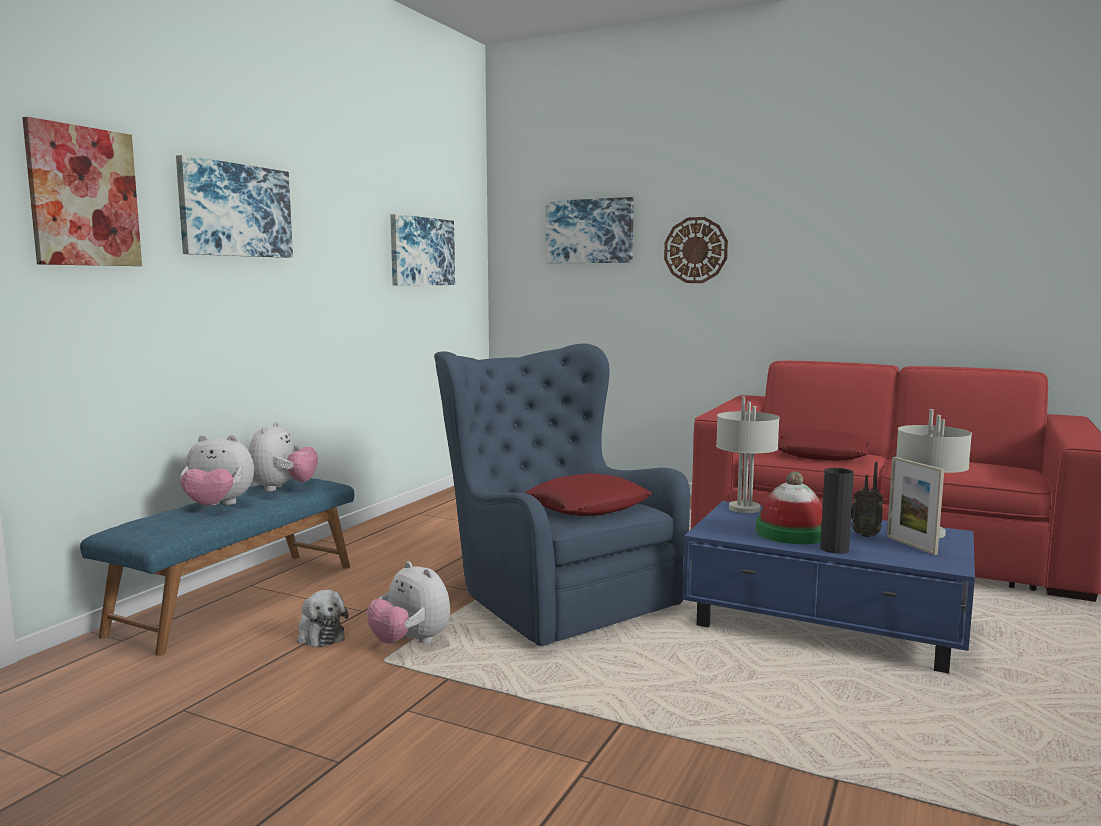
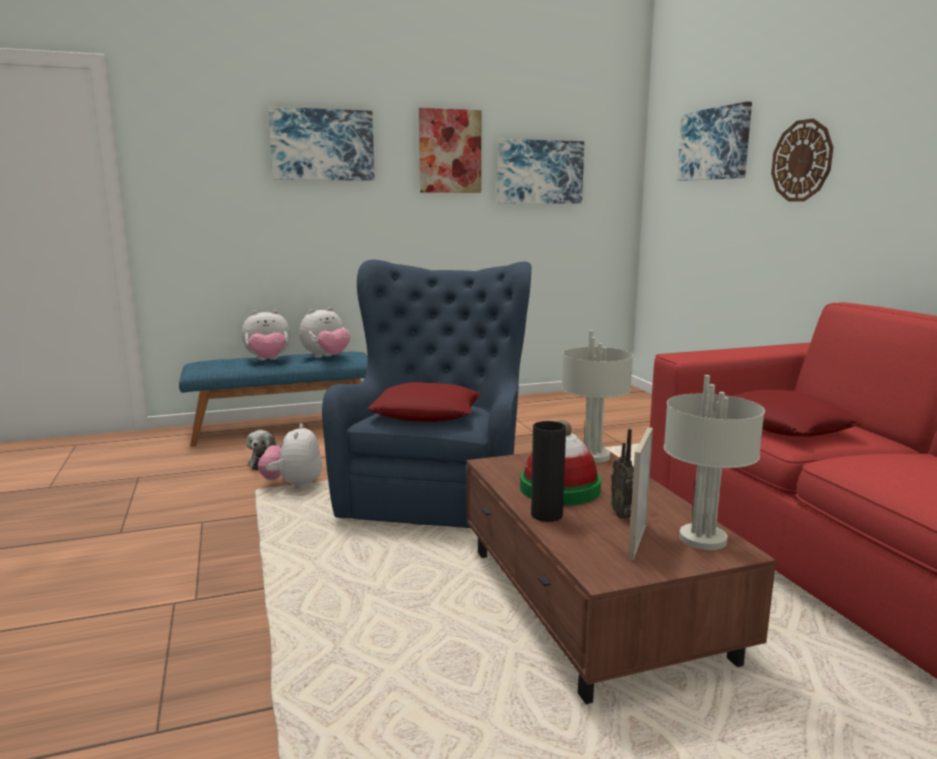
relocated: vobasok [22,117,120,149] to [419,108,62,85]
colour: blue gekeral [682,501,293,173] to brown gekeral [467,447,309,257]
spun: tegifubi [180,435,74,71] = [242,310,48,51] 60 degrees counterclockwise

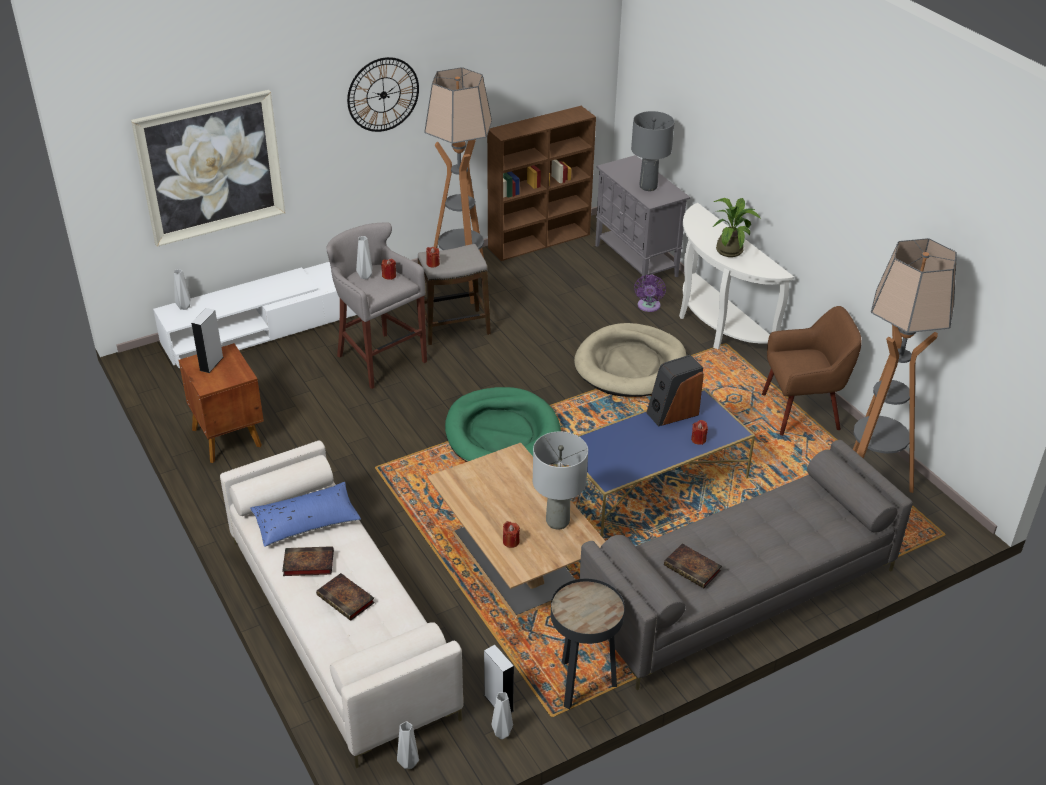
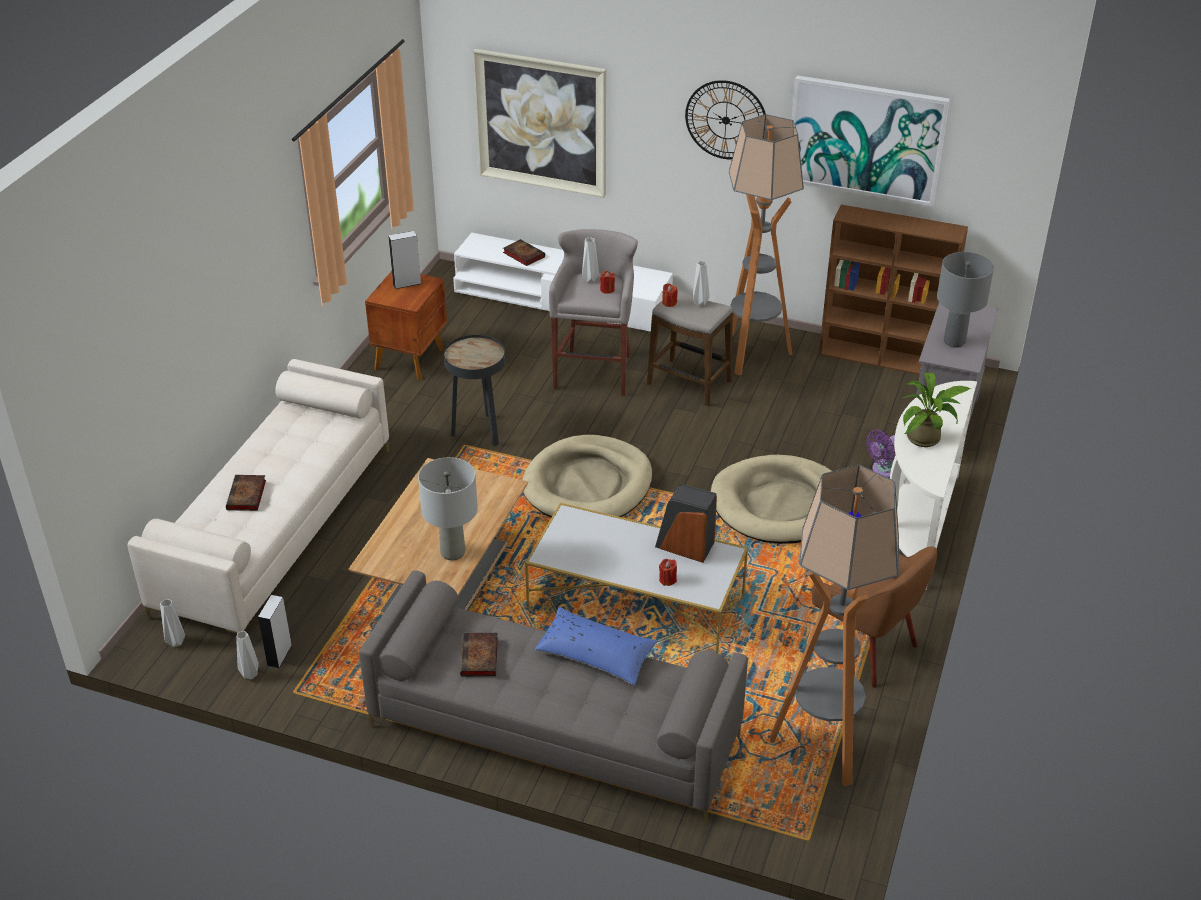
missing: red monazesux [503,521,17,27]
appeared: vobasok [792,75,158,131]
relocated: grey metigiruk [174,269,17,41] to [693,261,17,45]; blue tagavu [250,482,111,65] to [535,607,123,78]; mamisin [282,546,52,30] to [503,239,42,27]; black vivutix [551,579,74,130] to [444,335,61,111]
colour: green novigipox [445,387,116,75] to beige novigipox [523,435,129,83]; blue gekeral [557,389,198,148] to white gekeral [525,503,223,150]

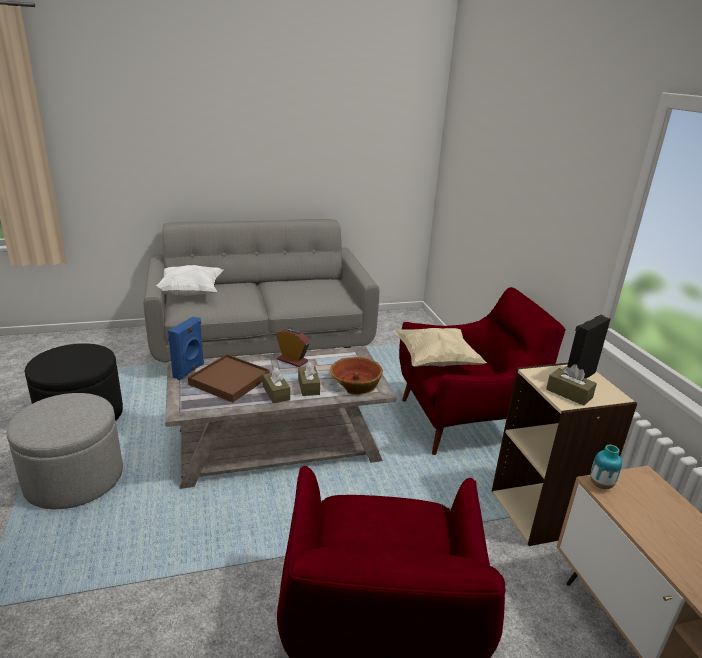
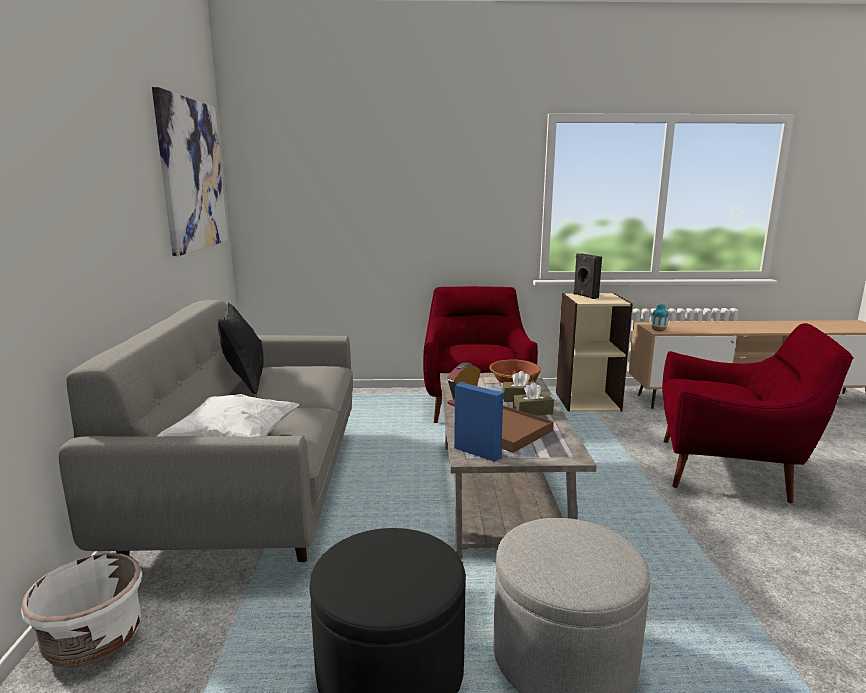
missing: beige tagavu [394,328,93,39]; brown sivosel [546,364,51,42]
appeared: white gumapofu [21,553,121,115]; vobasok [152,87,76,169]; black tagavu [218,303,46,91]

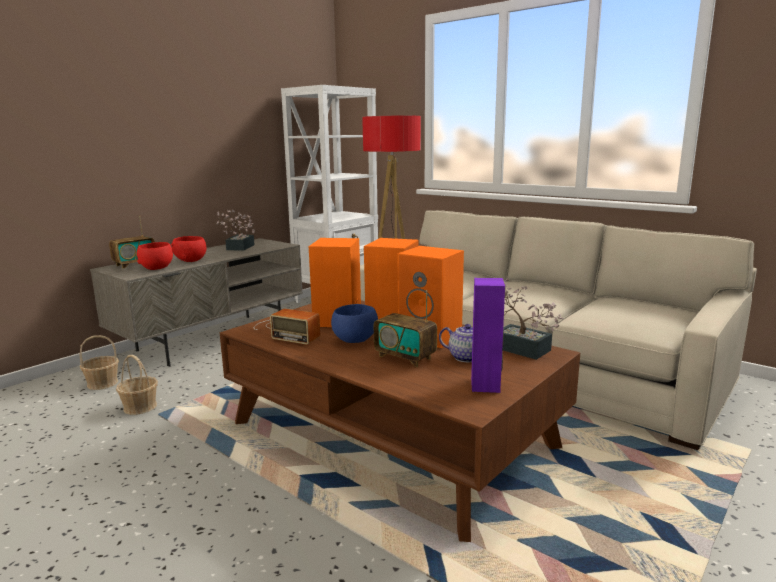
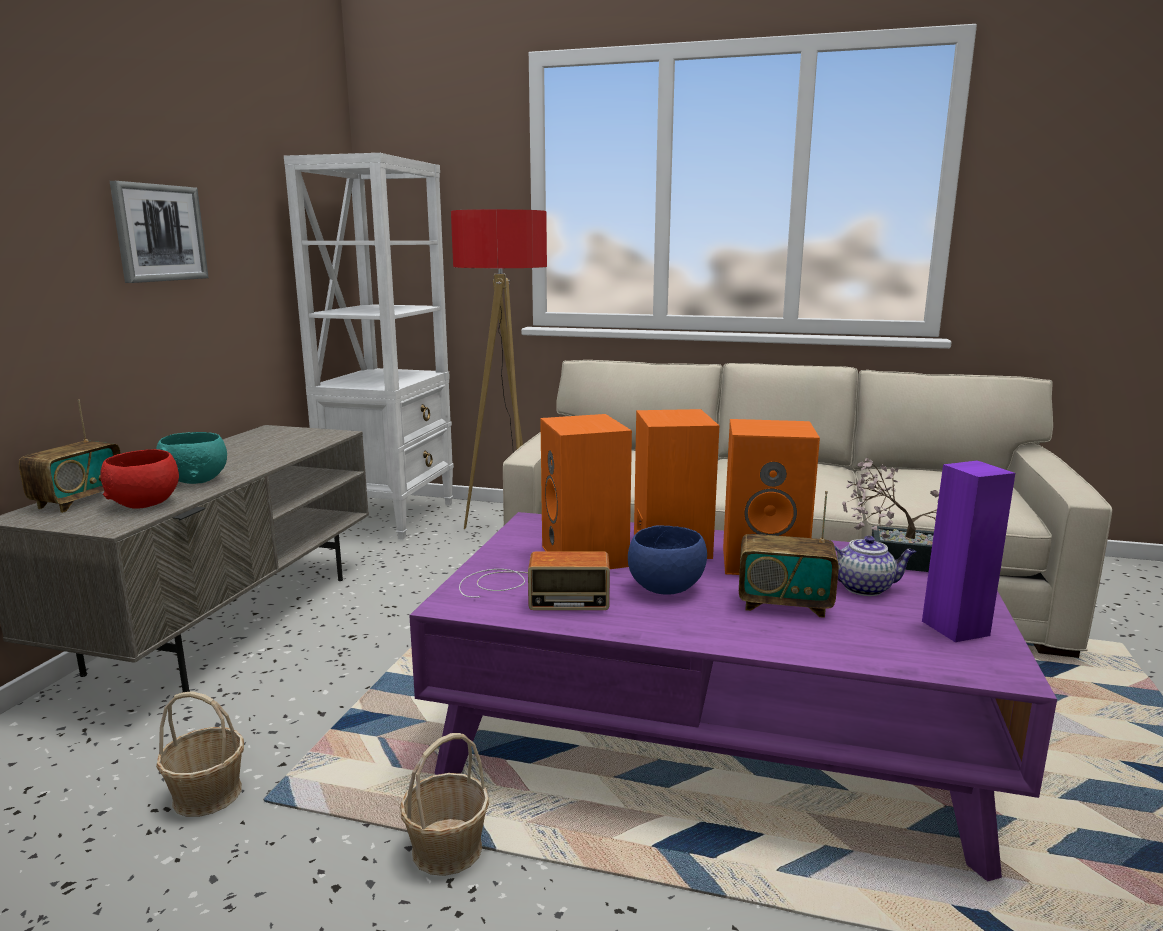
missing: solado [217,210,38,41]
appeared: vobasok [110,181,99,102]
relocated: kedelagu [79,335,40,55] to [400,733,89,143]
colour: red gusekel [171,236,35,26] to turquoise gusekel [156,432,71,52]; brown gekeral [220,300,360,242] to purple gekeral [409,512,648,369]

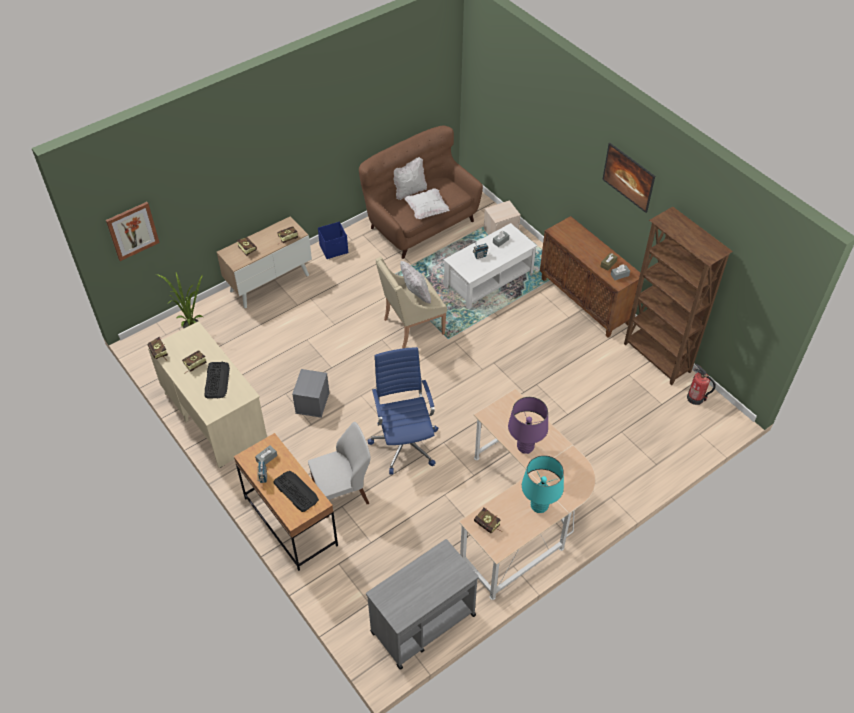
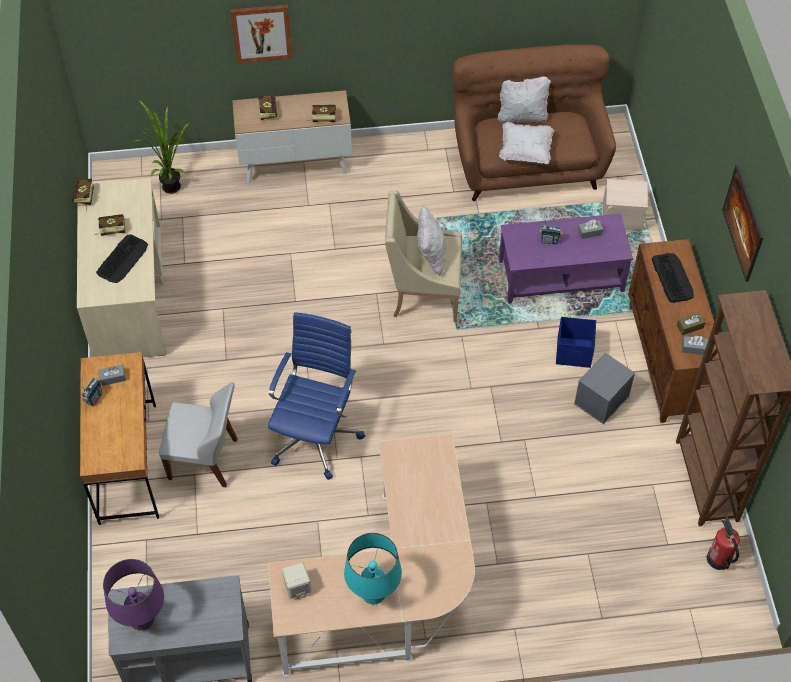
relocated: vobasok [106,202,54,59] to [231,5,61,58]; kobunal [273,471,46,41] to [652,253,42,50]; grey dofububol [292,369,38,49] to [574,353,61,71]; blue dofububol [318,222,30,37] to [556,317,40,51]; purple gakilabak [508,397,40,57] to [103,559,61,72]
exchanged: mamisin [474,508,29,25] to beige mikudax [282,562,30,37]
colour: white gekeral [444,223,93,86] to purple gekeral [499,214,134,89]

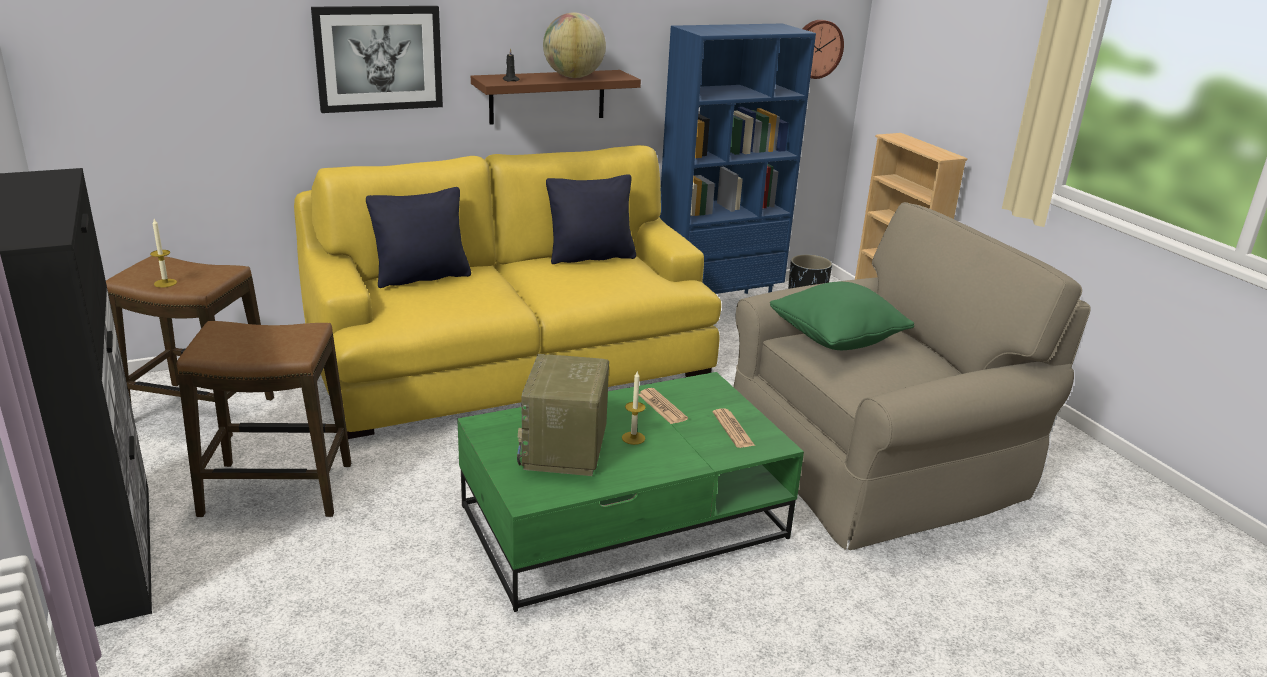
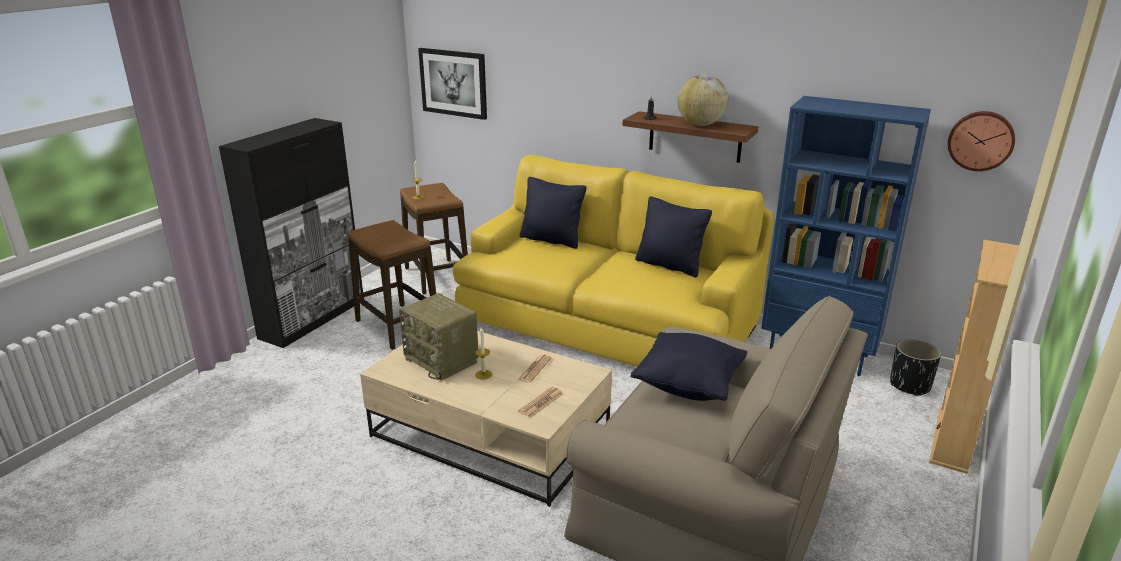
relocated: vobasok [311,6,132,107] to [418,48,69,72]
colour: green gekeral [457,372,347,240] to beige gekeral [360,331,252,176]; green tagavu [770,282,144,68] to black tagavu [630,332,117,69]
spun: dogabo [517,354,92,122] = [399,293,80,88] 105 degrees counterclockwise

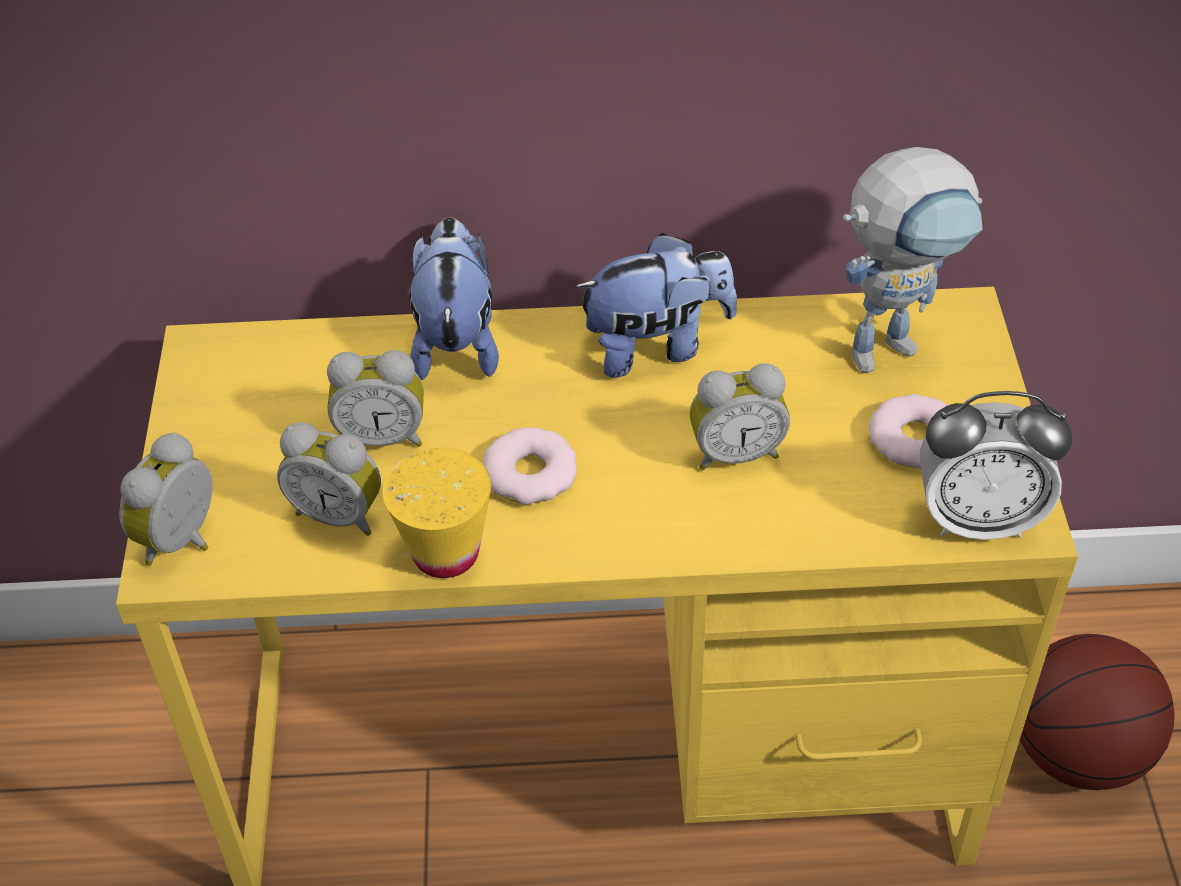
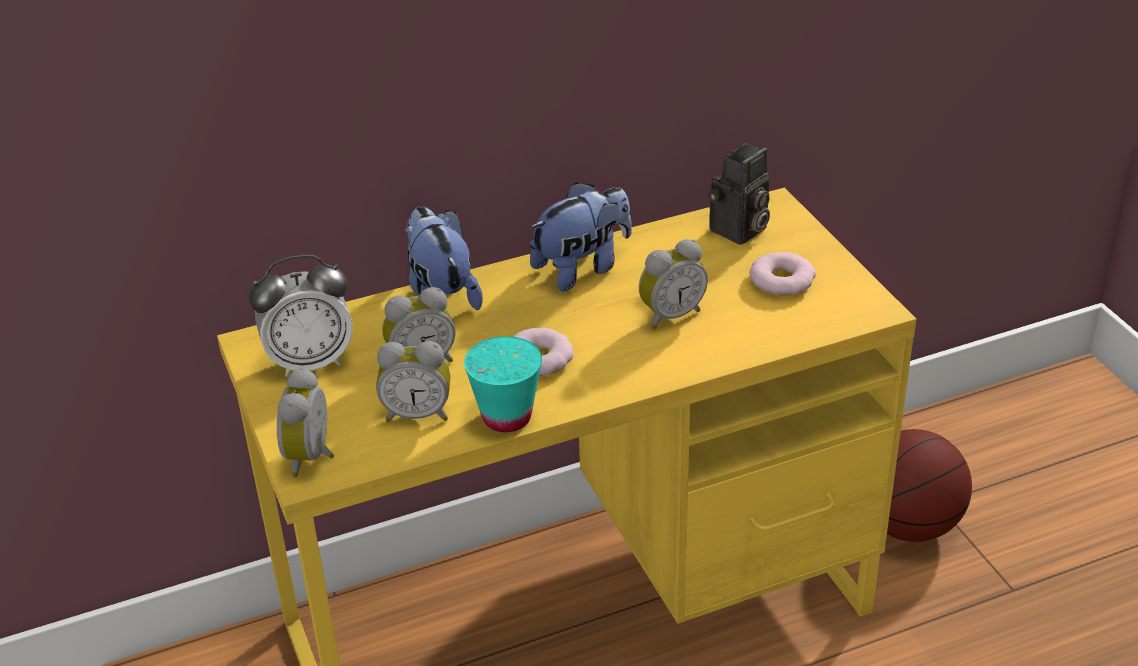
relocated: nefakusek [920,391,152,149] to [249,255,104,122]
exchanged: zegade [843,147,140,226] to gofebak [708,143,62,102]
colour: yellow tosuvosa [383,448,108,130] to turquoise tosuvosa [464,336,78,96]

